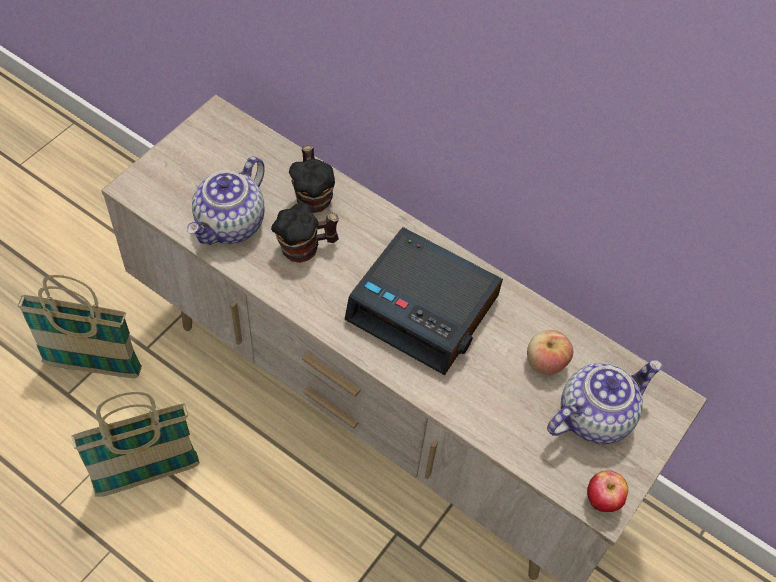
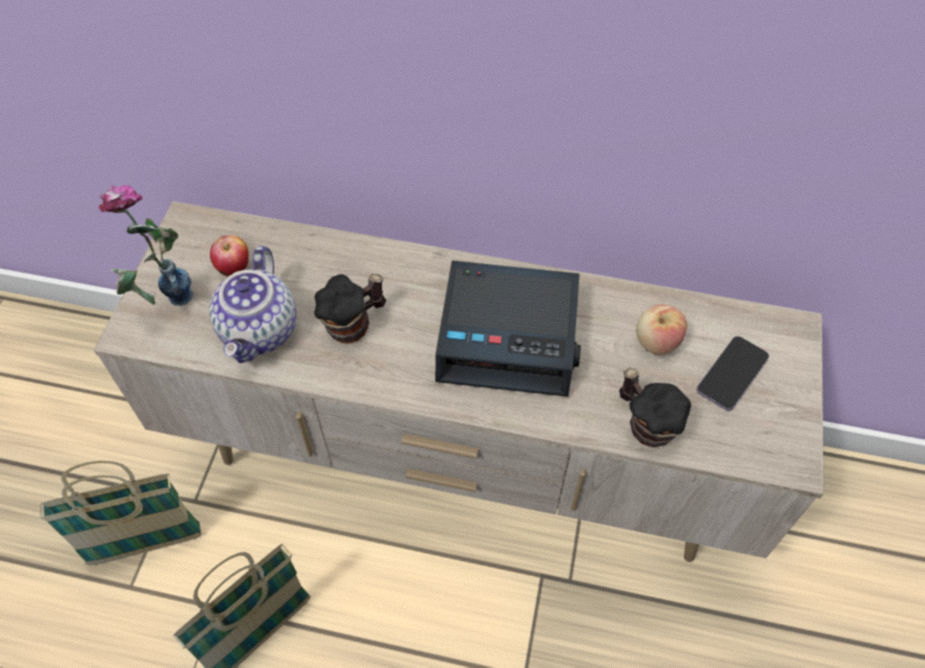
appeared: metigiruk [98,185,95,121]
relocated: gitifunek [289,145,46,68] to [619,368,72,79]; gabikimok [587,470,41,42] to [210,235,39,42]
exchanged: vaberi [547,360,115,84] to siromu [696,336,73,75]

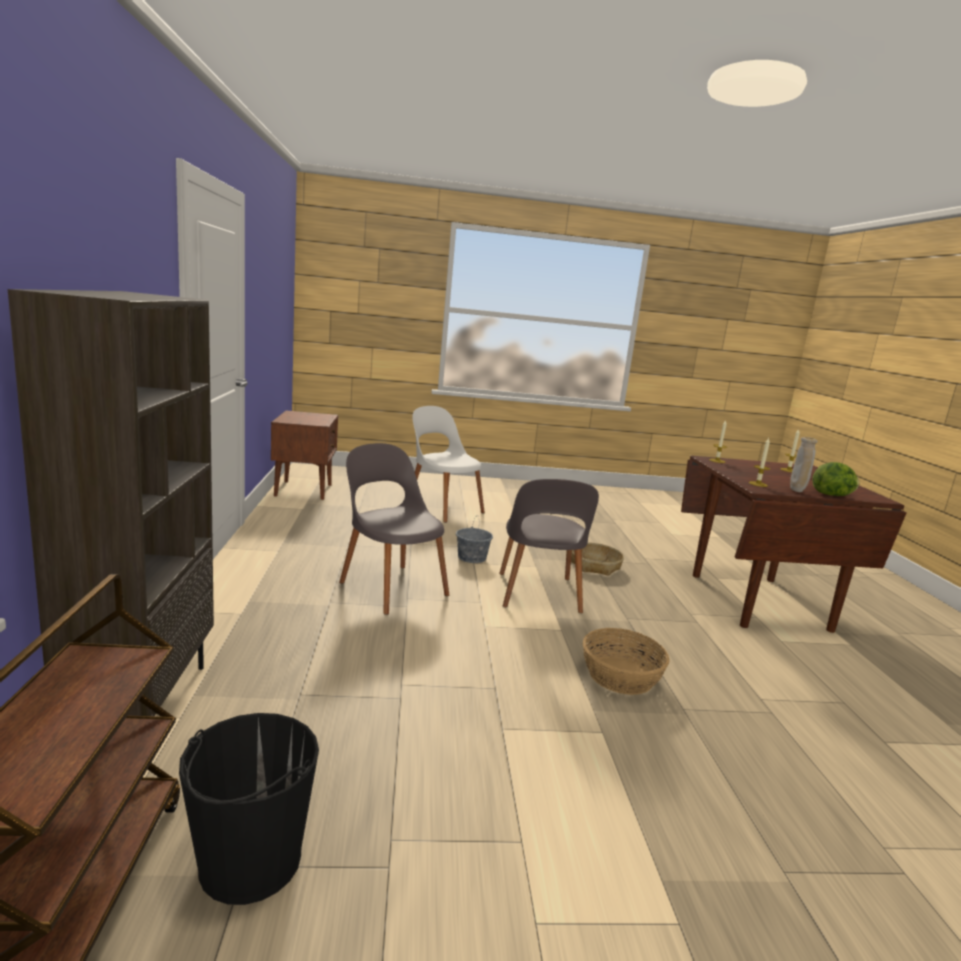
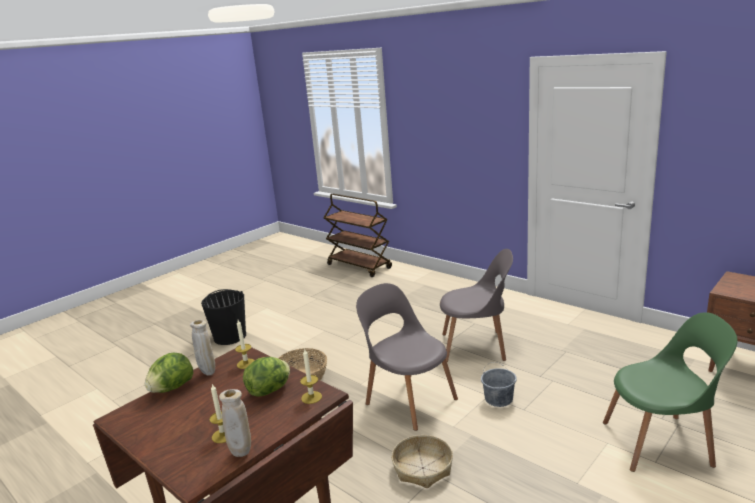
missing: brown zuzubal [8,289,206,427]
appeared: beige metigiruk [219,389,32,68]; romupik [243,357,47,40]
relocated: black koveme [179,713,140,192] to [201,289,45,56]
colour: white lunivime [412,406,73,117] to green lunivime [603,312,134,160]

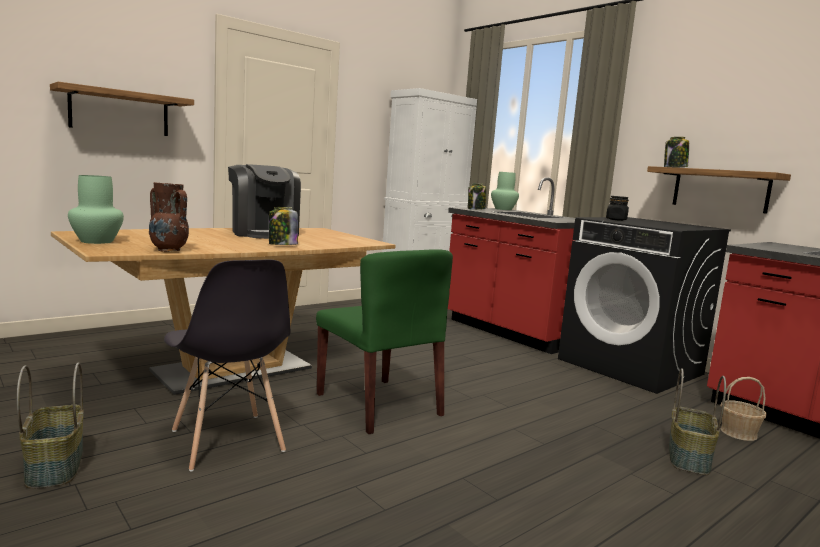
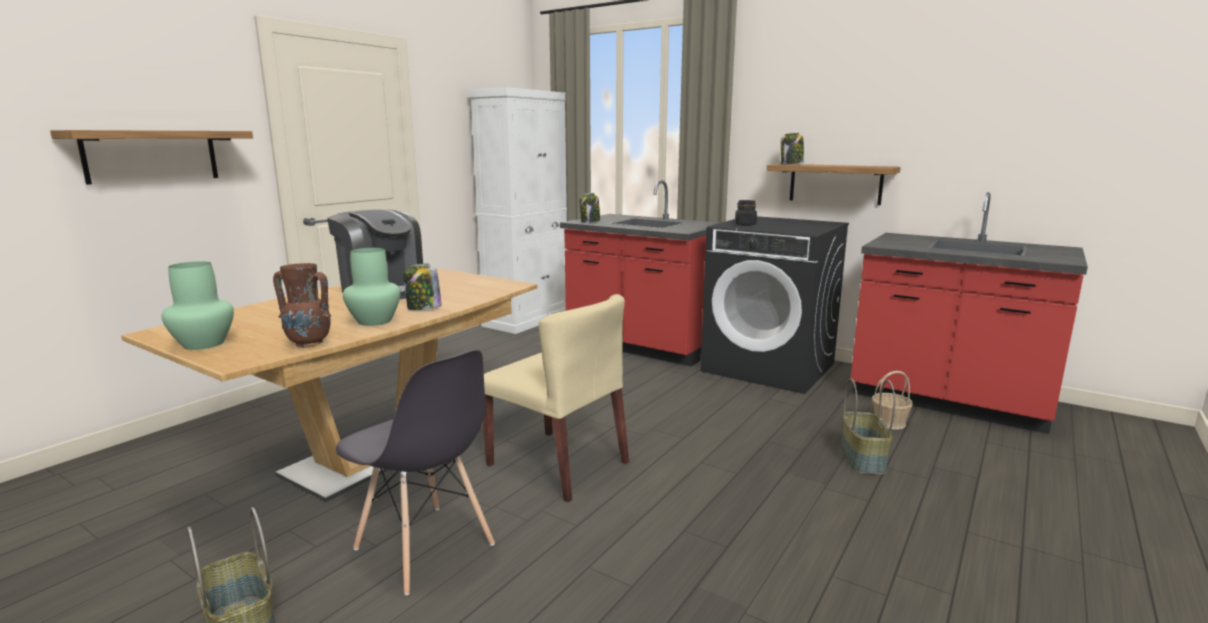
relocated: green metigiruk [491,172,28,38] to [343,248,58,78]
colour: green lunivime [316,249,137,185] to beige lunivime [483,294,146,208]

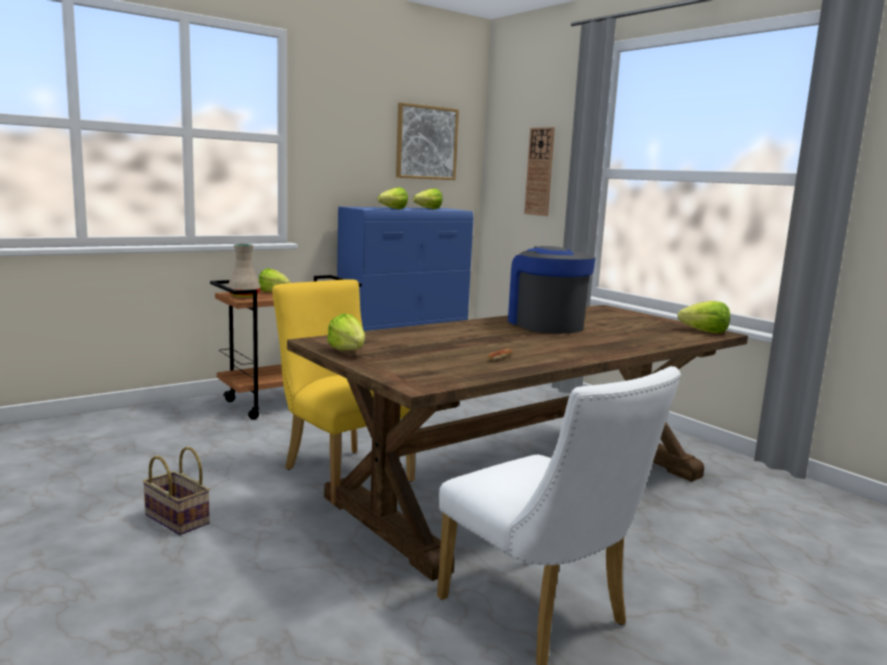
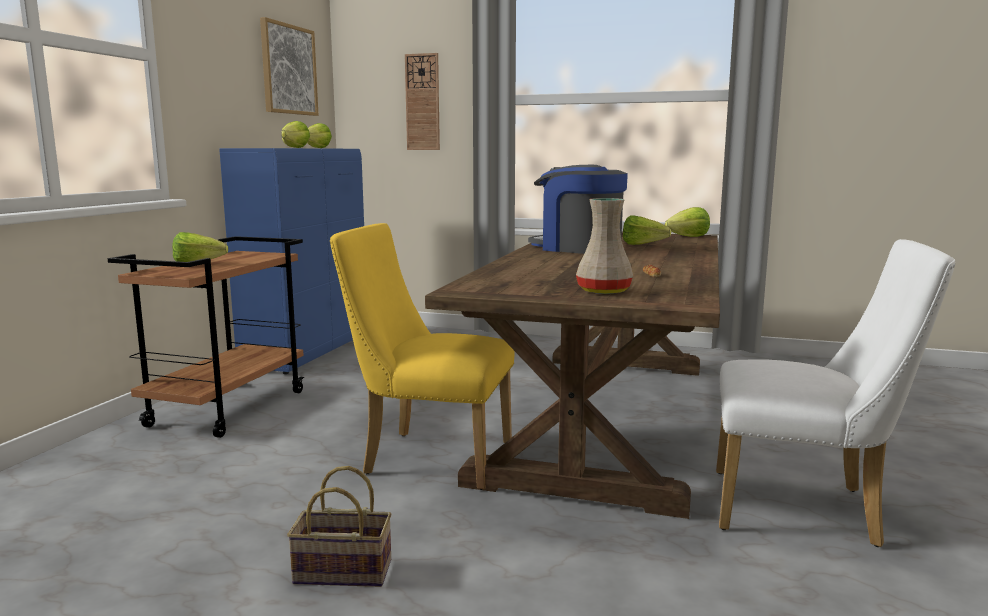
relocated: beige metigiruk [228,244,33,54] to [576,198,57,96]; romupik [327,313,38,38] to [623,215,48,30]

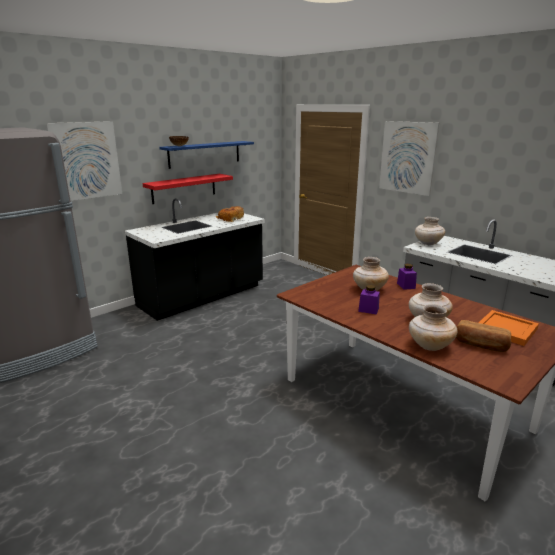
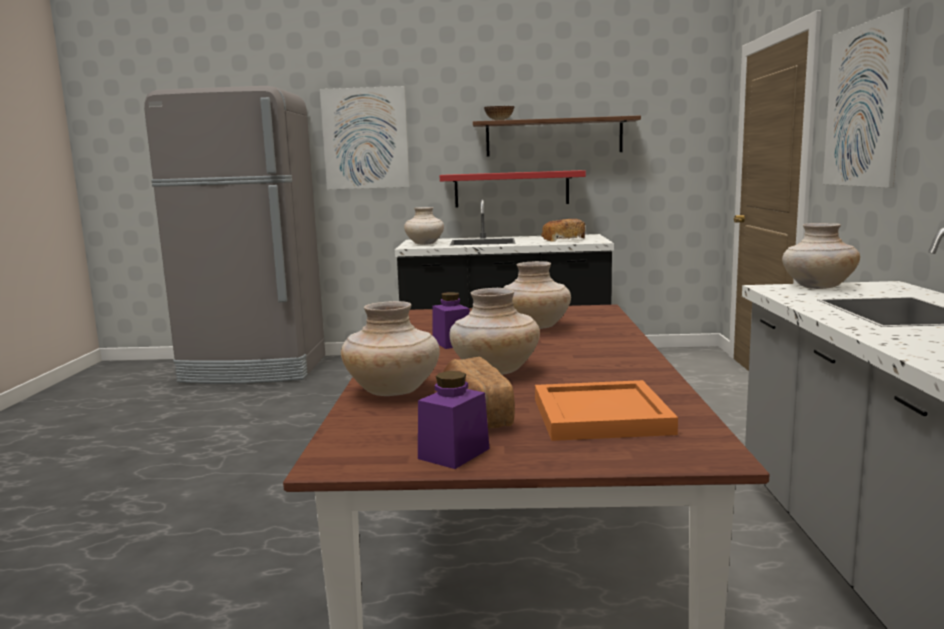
appeared: beige metigiruk [404,207,40,38]
relocated: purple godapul [397,264,20,26] to [418,371,71,98]
colour: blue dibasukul [159,141,95,28] to brown dibasukul [473,115,168,42]

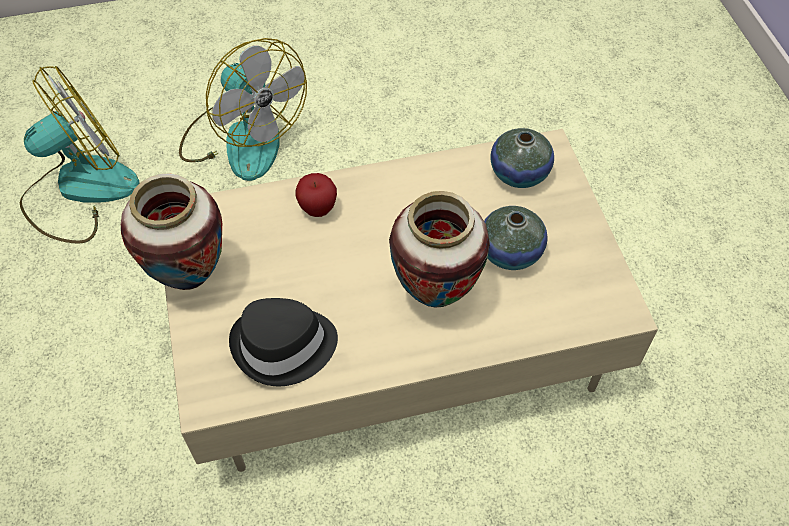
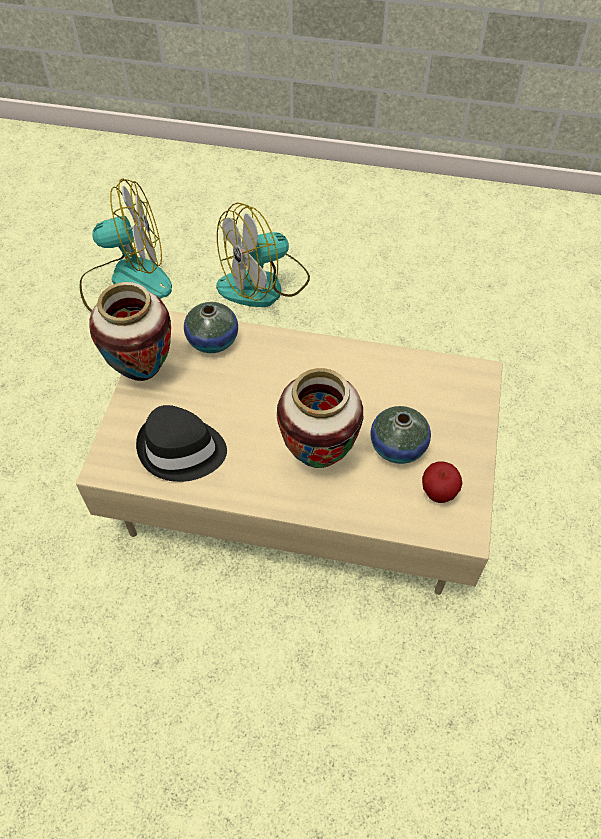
relocated: gabikimok [295,173,42,44] to [422,462,41,41]; metigiruk [490,128,64,60] to [184,302,54,51]
spun: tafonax [179,38,128,143] = [216,202,94,105] 75 degrees clockwise

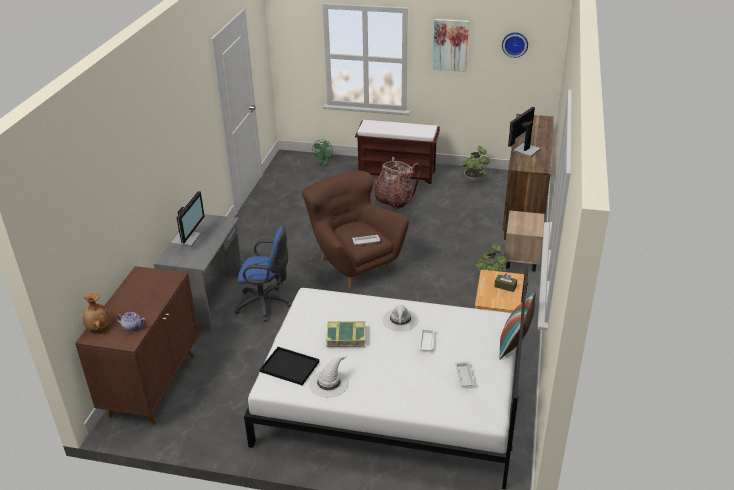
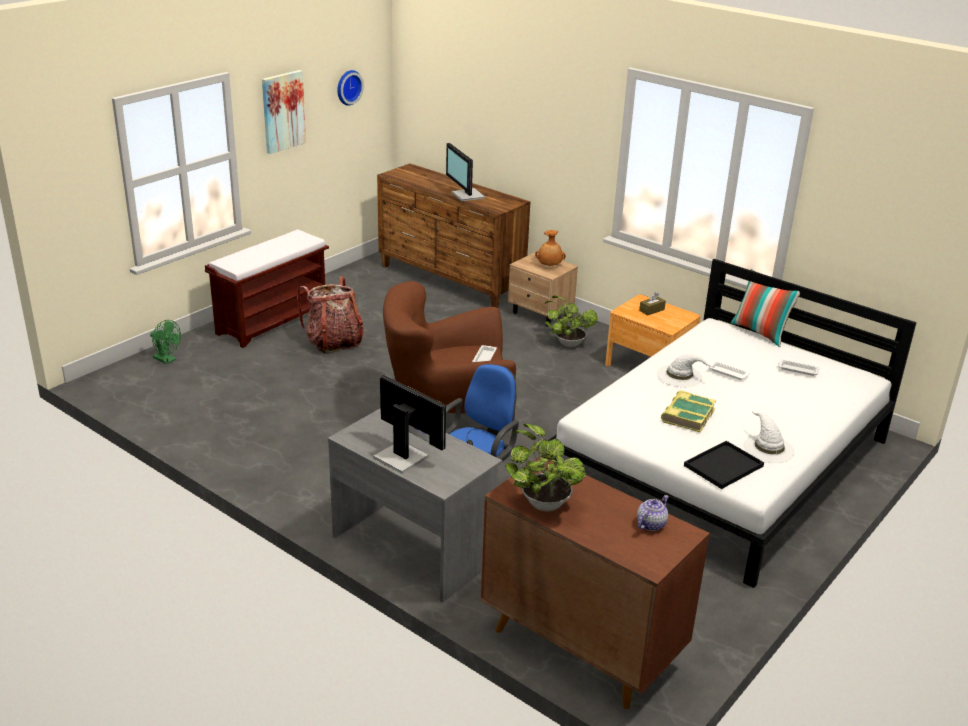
relocated: brown metigiruk [83,293,28,38] to [535,230,31,36]; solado [463,146,27,36] to [505,424,81,88]

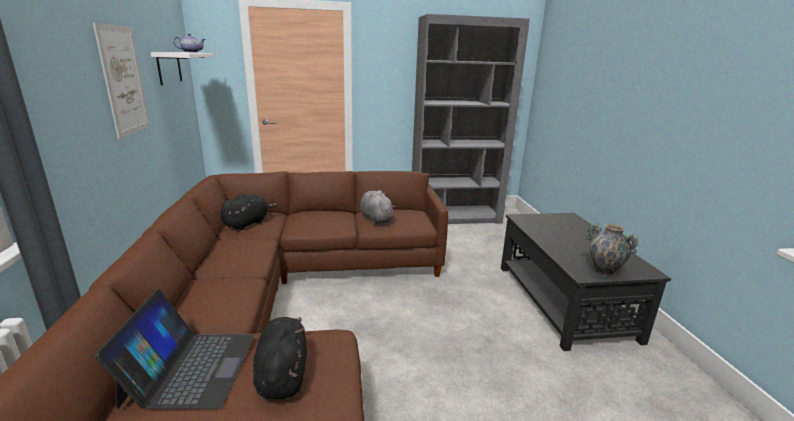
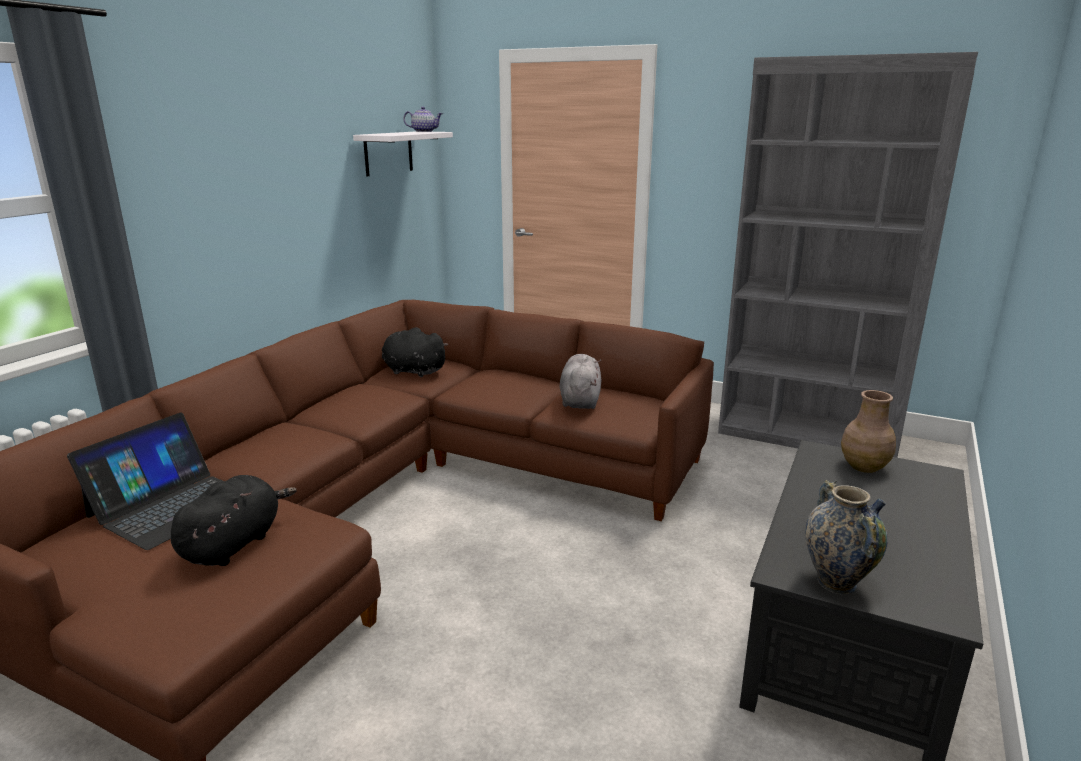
missing: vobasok [93,23,57,116]
appeared: brown metigiruk [841,390,55,83]
spun: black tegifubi [221,194,56,36] = [382,327,67,50] 135 degrees counterclockwise

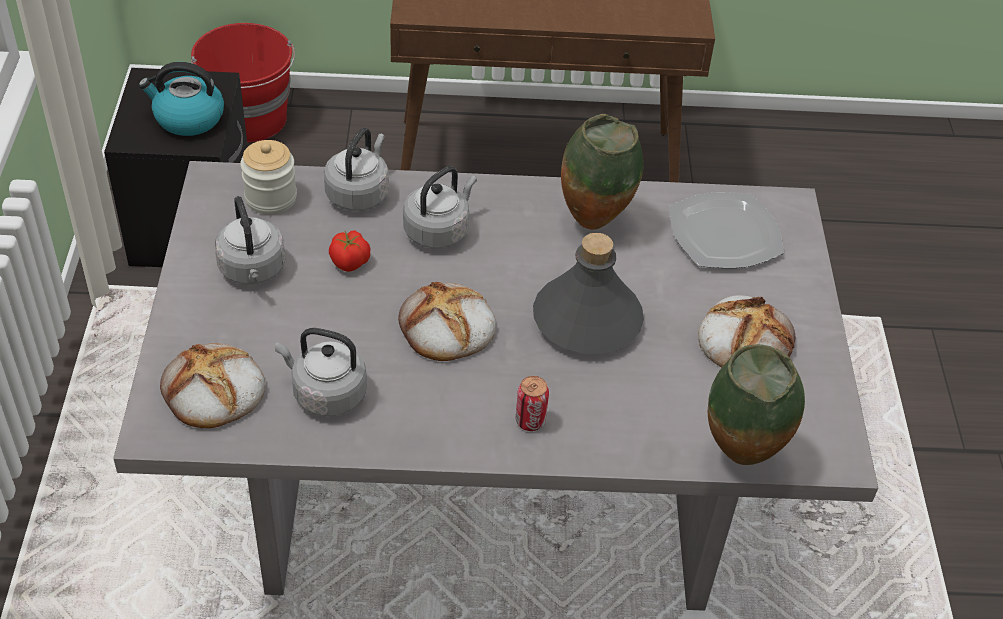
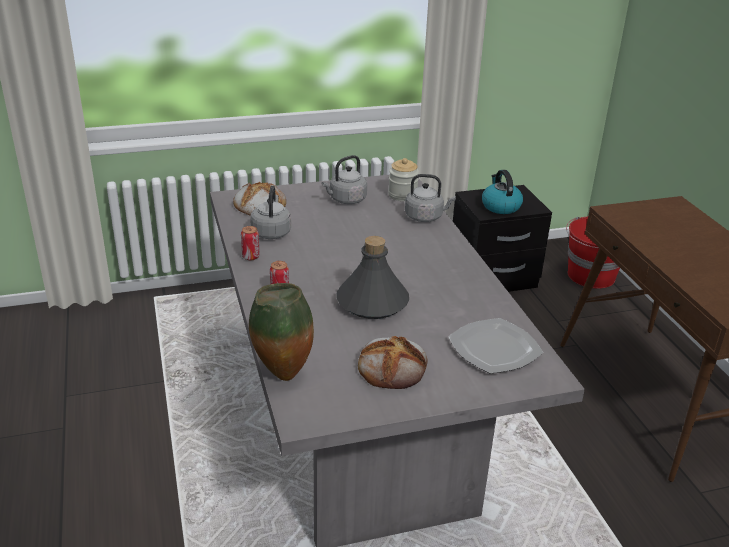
missing: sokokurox [329,230,41,42]; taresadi [398,282,98,79]; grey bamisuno [403,166,74,82]; metigiruk [561,114,82,116]
appeared: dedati [241,226,19,34]

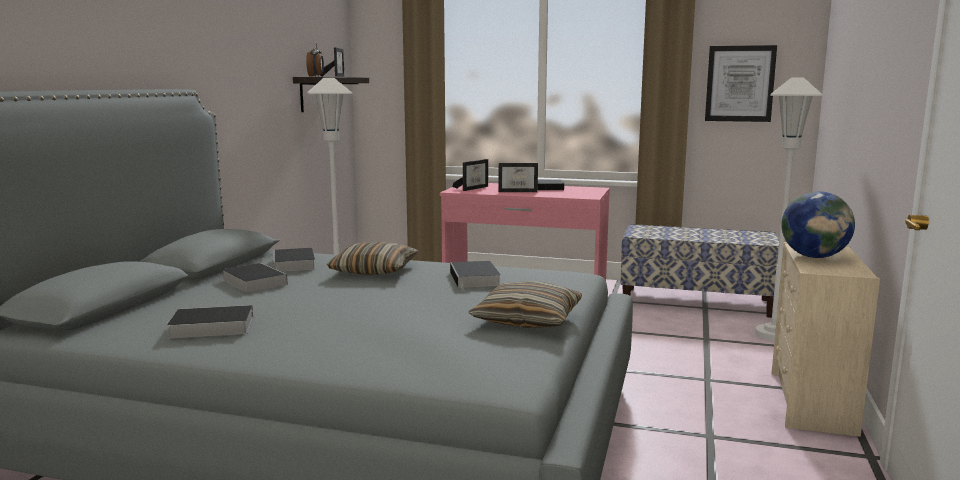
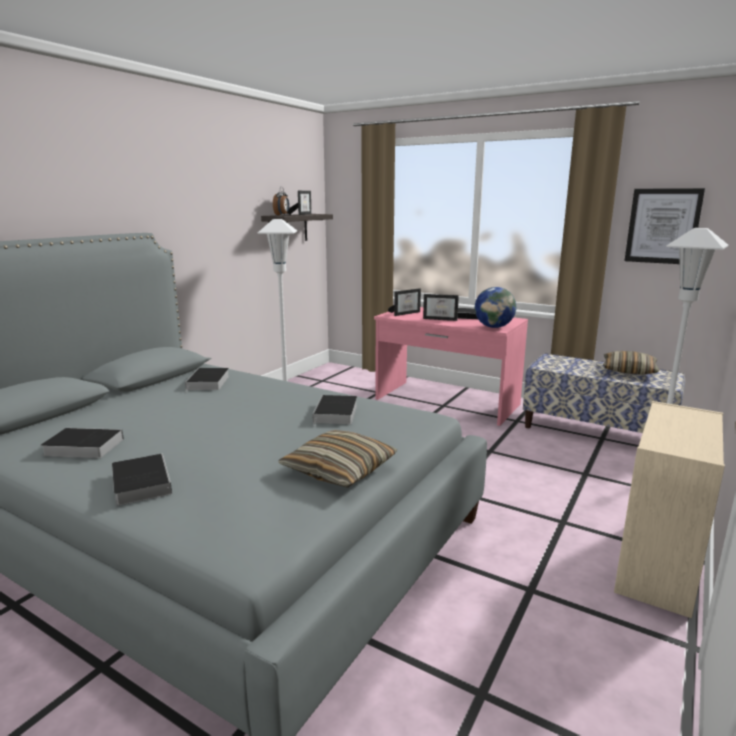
relocated: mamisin [222,263,66,30] to [112,454,60,52]; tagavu [327,242,92,33] to [603,351,57,23]; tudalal [781,191,74,67] to [475,287,41,41]

